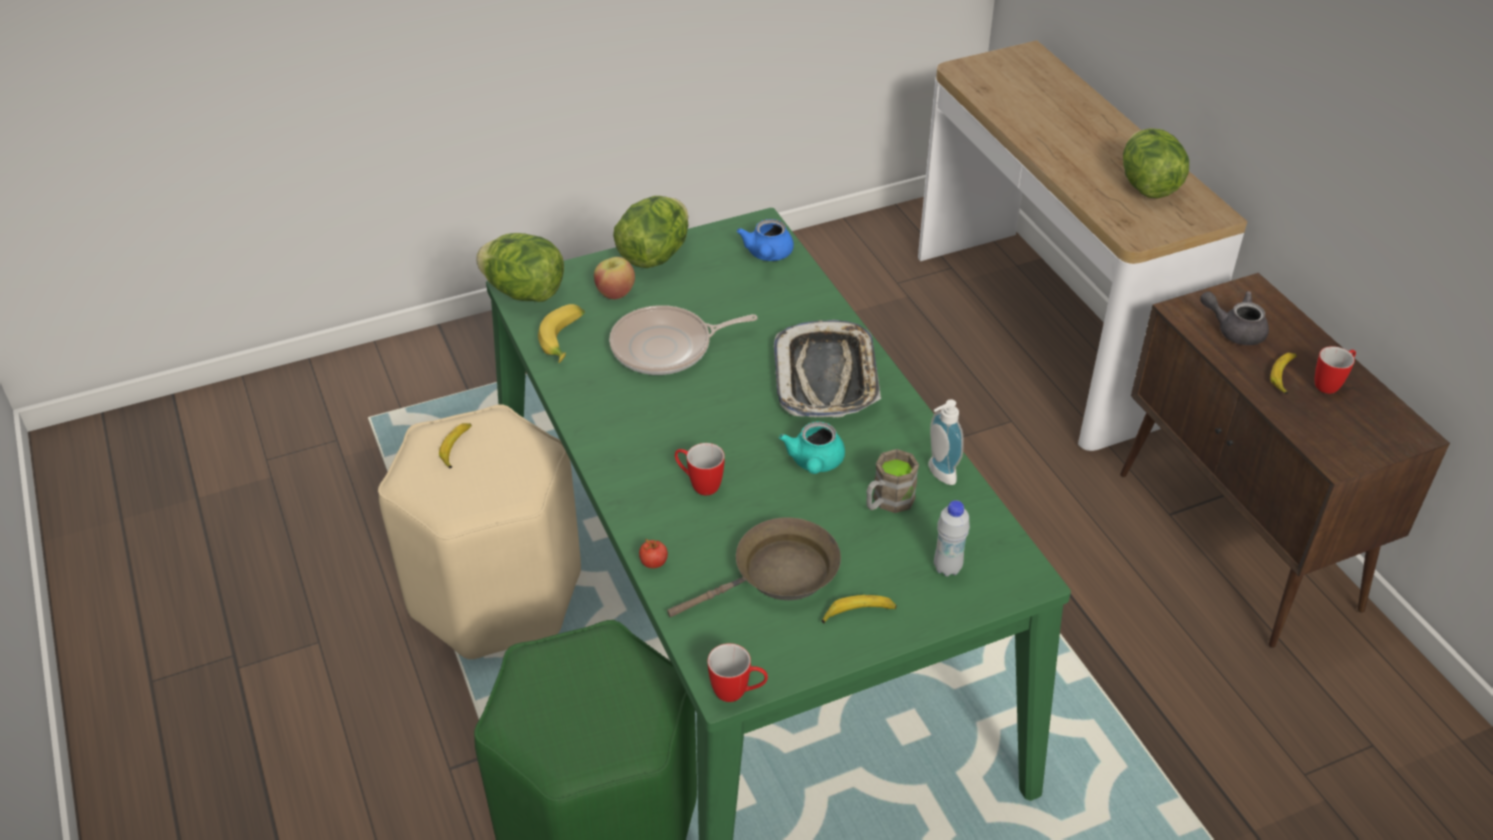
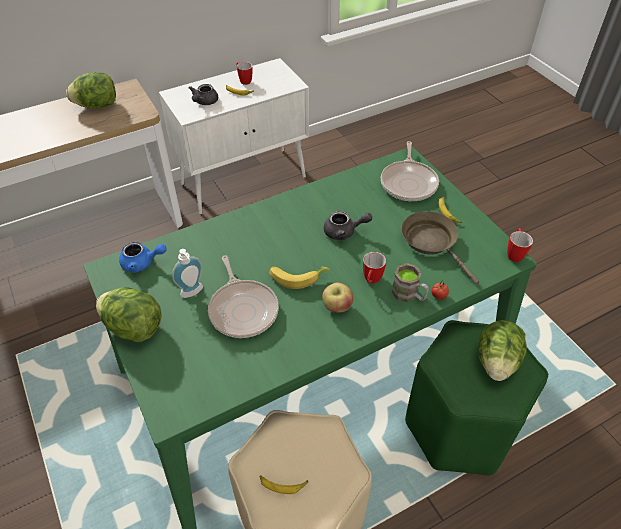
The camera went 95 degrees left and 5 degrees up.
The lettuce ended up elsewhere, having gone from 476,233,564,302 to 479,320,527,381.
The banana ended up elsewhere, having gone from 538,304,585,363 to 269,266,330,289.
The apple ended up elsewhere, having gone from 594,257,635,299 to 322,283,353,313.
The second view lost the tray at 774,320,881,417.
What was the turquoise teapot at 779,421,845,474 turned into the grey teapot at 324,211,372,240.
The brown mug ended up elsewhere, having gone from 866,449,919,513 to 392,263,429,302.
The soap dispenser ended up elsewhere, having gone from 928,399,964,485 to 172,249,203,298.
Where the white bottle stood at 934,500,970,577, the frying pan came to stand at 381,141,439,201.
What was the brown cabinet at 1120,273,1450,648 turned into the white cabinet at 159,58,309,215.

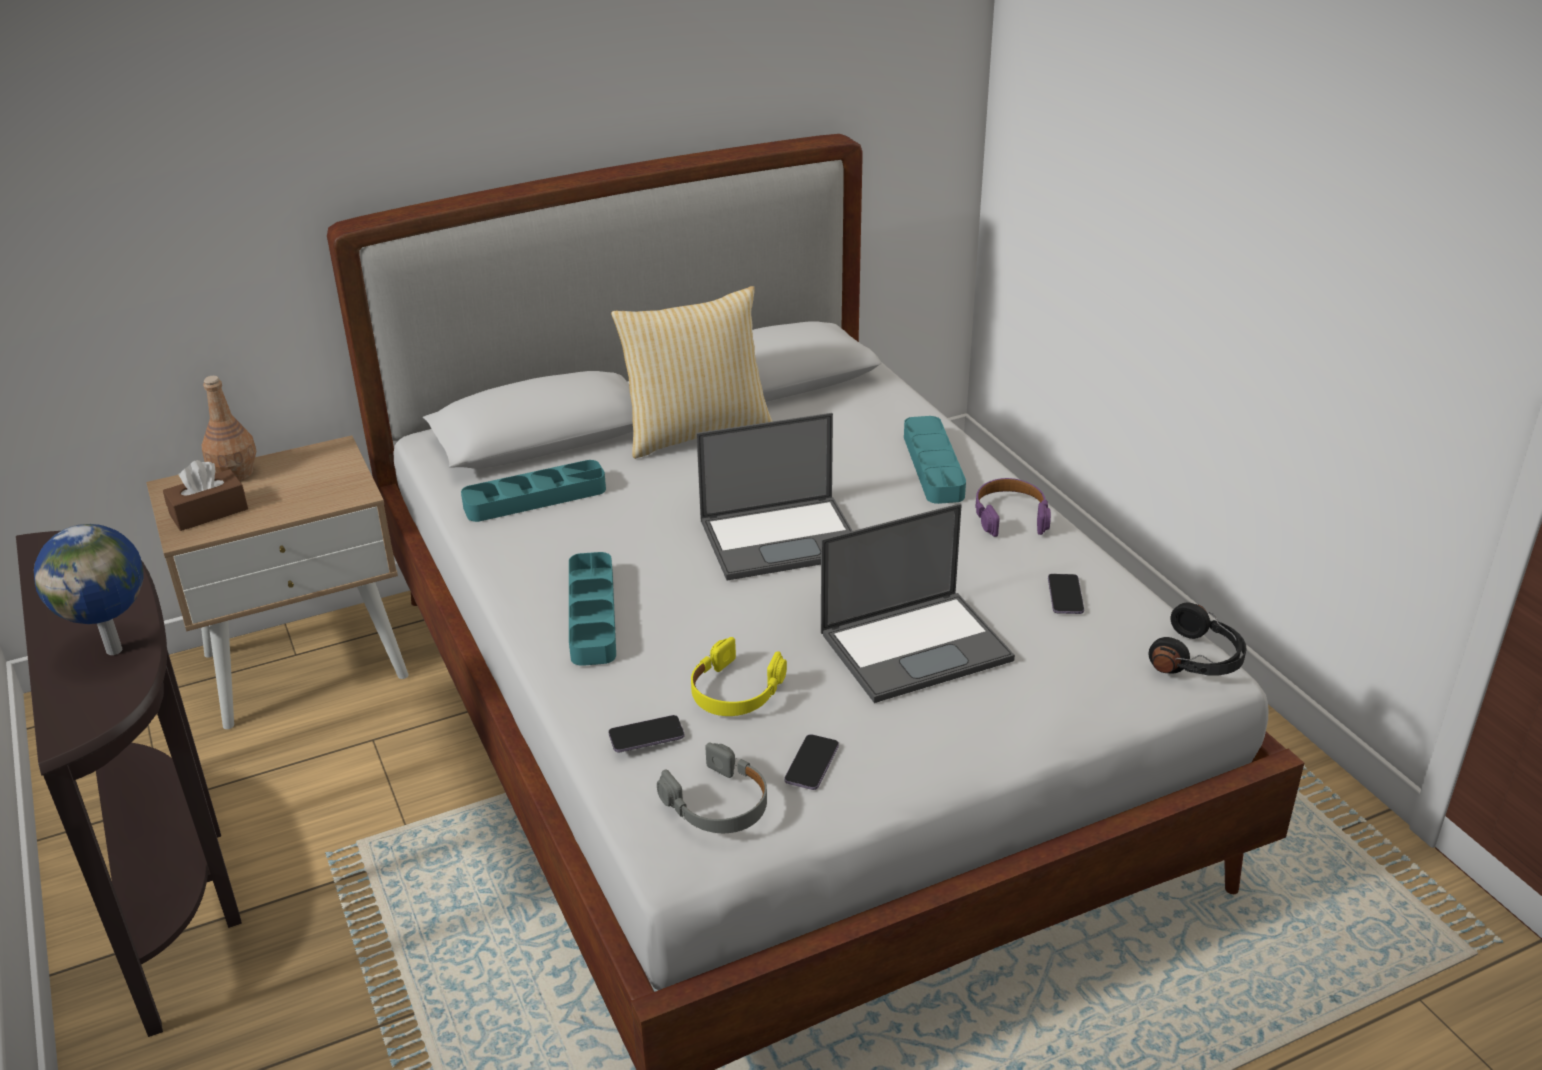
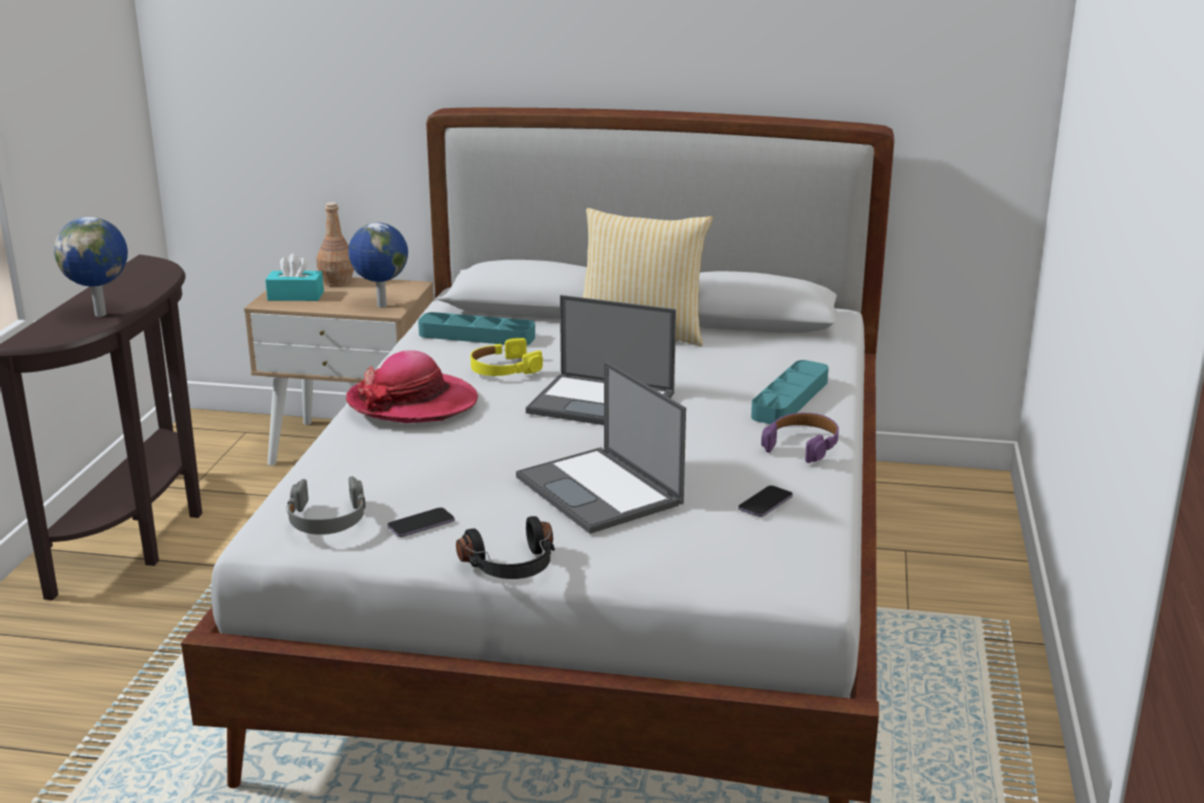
The camera went 35 degrees right and 10 degrees down.
What was the brown tissue box at 163,460,248,531 turned into the turquoise tissue box at 265,254,324,301.
Where the turquoise tray stood at 569,552,616,666, the hat came to stand at 346,350,478,423.
The second view lost the phone at 609,715,684,752.
The yellow headphones ended up elsewhere, having gone from 691,637,787,716 to 470,338,543,376.
The laptop at 821,503,1015,703 ended up facing another way, 45 degrees clockwise from before.
The black headphones ended up elsewhere, having gone from 1148,602,1247,676 to 456,516,555,579.
The second view gained the globe at 348,223,408,308.

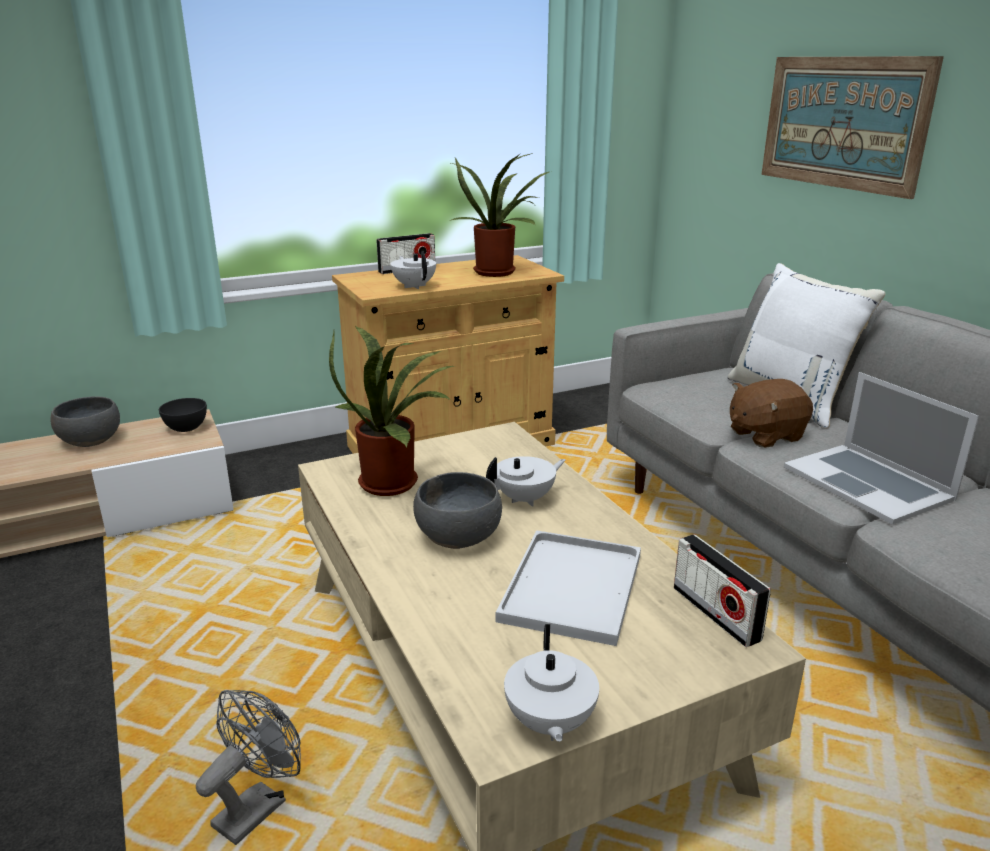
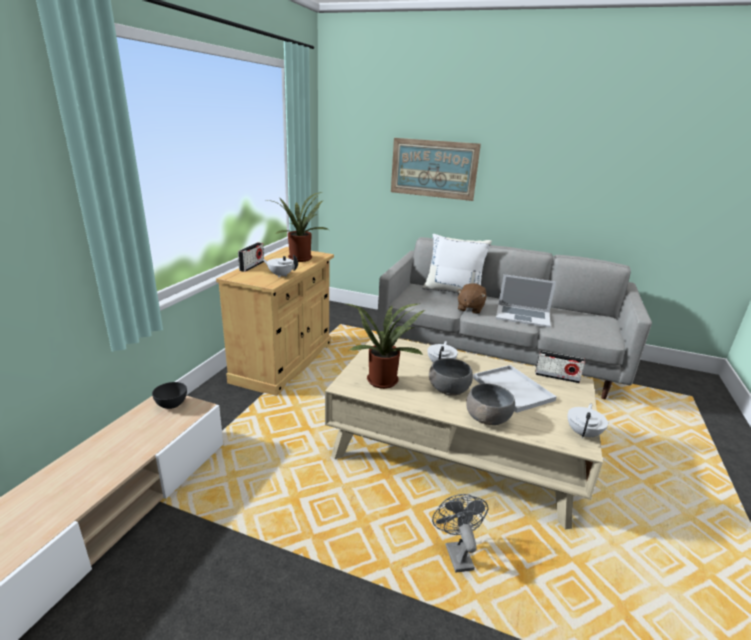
The camera went 45 degrees left and 0 degrees up.
The grey bowl ended up elsewhere, having gone from 50,396,120,447 to 466,383,515,425.
The white teapot at 504,624,599,742 ended up facing another way, 105 degrees counterclockwise from before.

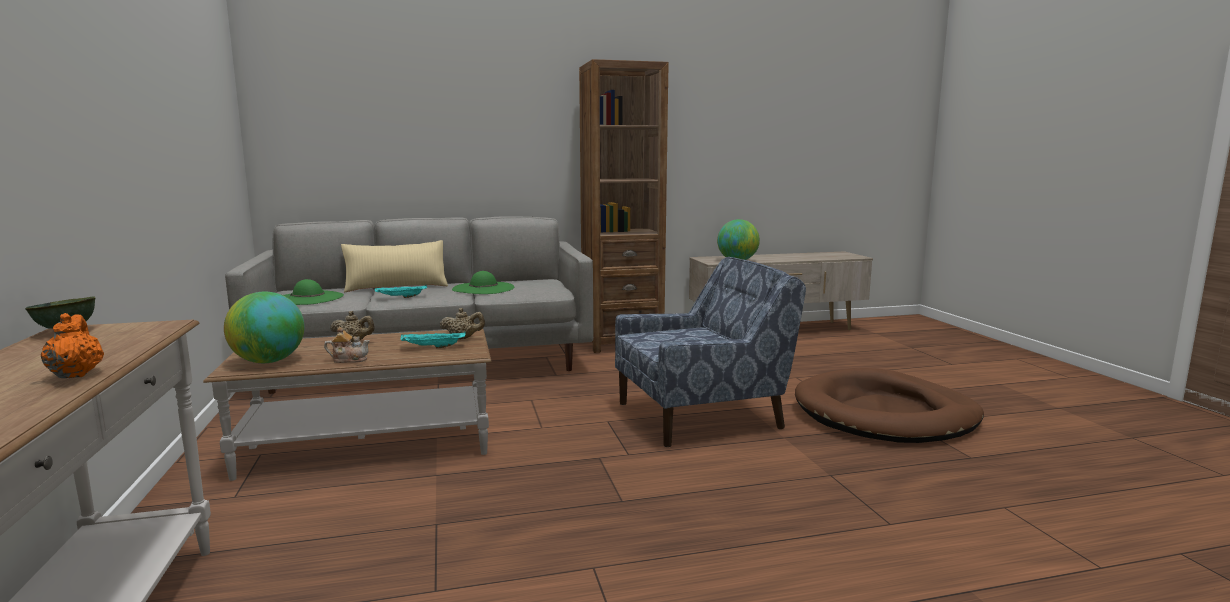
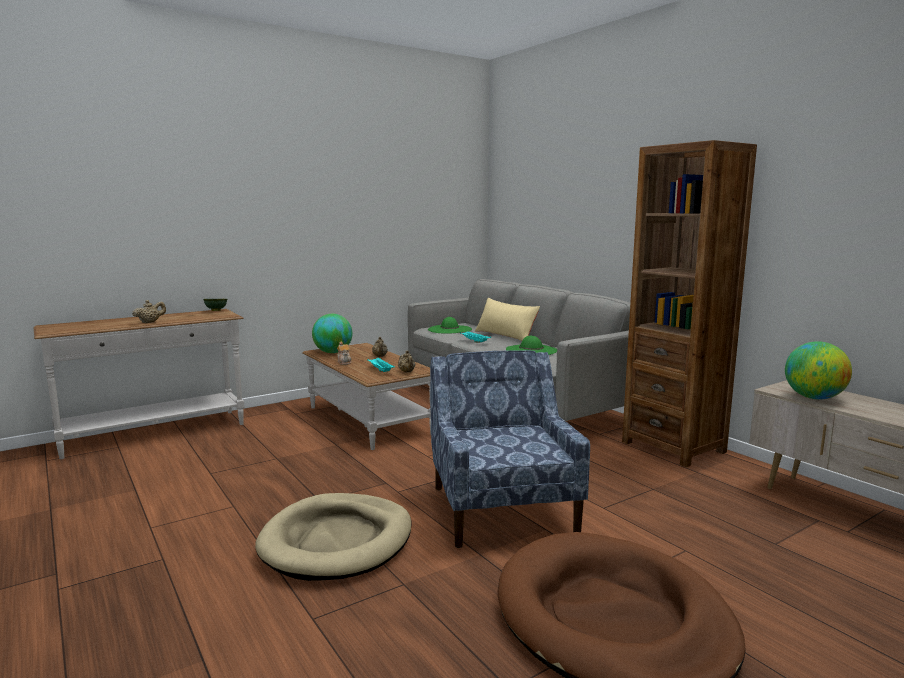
The camera went 70 degrees right and 0 degrees up.
What was the orange teapot at 41,313,104,378 turned into the beige teapot at 132,300,166,323.
The blue armchair at 615,257,806,447 ended up facing another way, 150 degrees counterclockwise from before.
The second view gained the beige dog bed at 255,493,412,581.

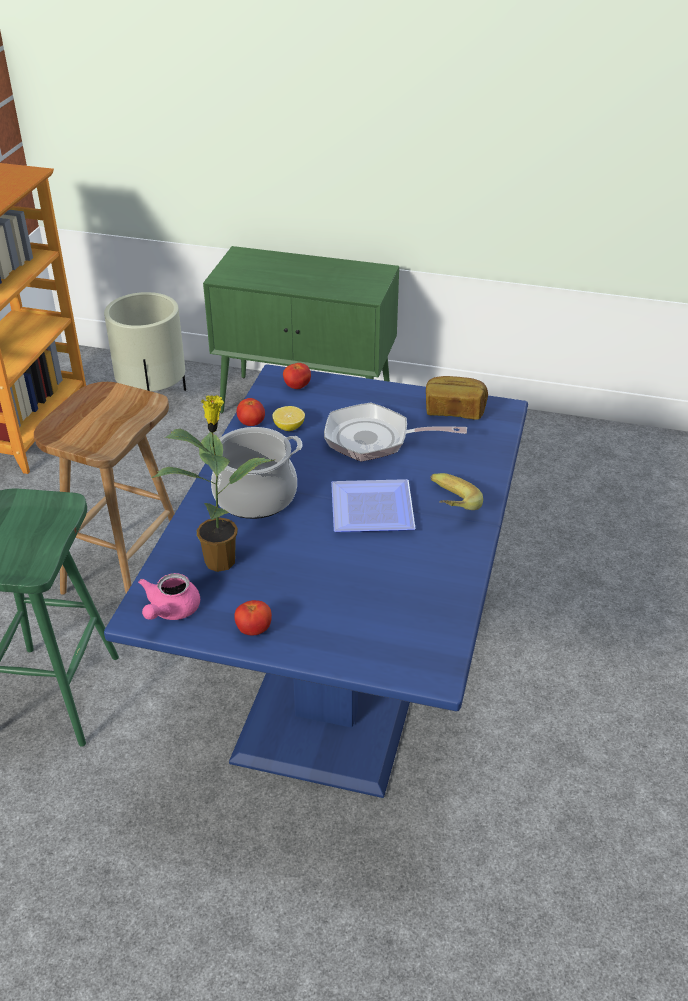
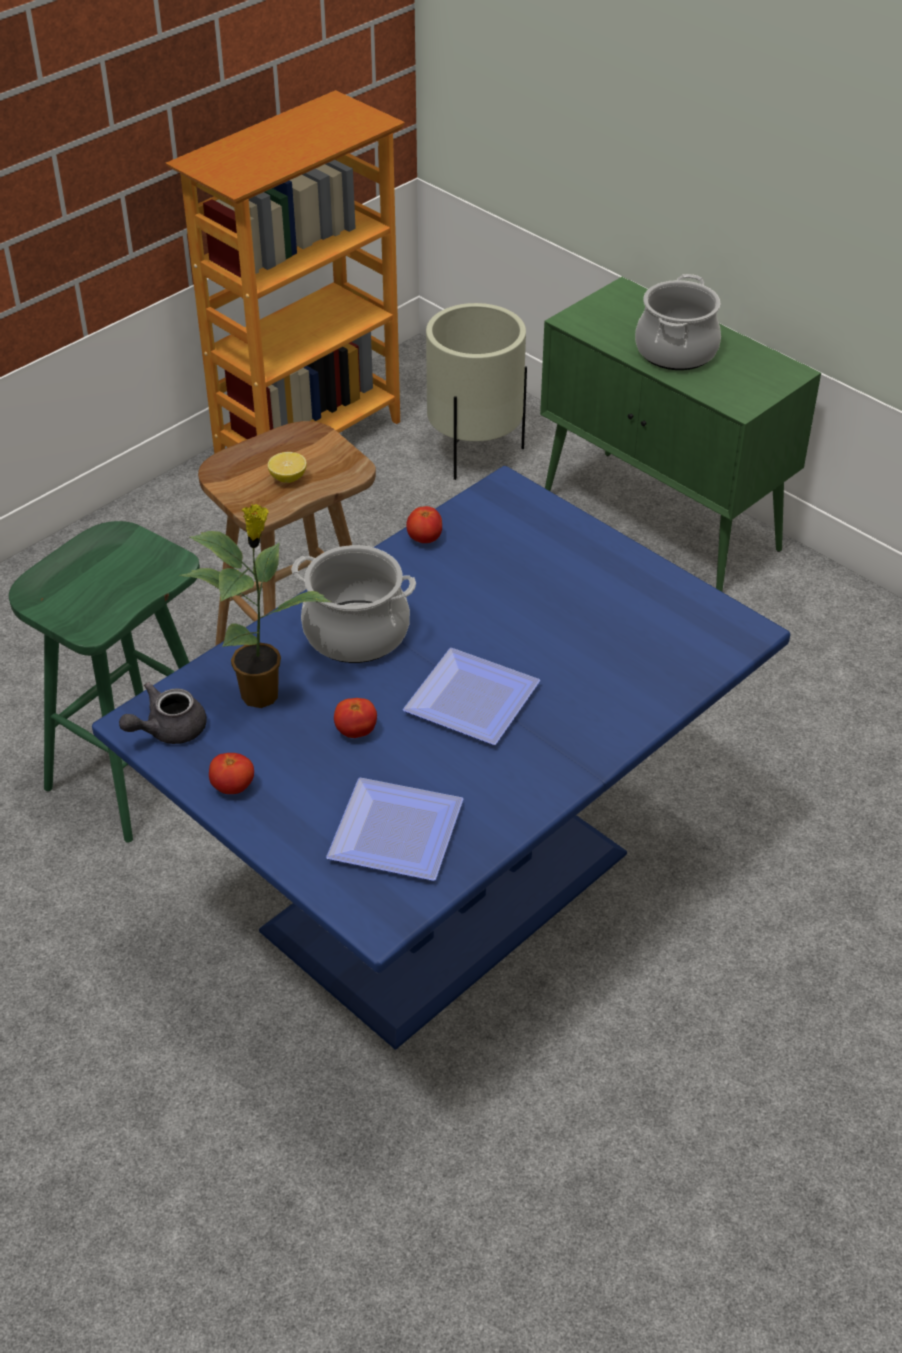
The camera went 30 degrees right and 5 degrees up.
What was the pink teapot at 138,573,200,620 turned into the grey teapot at 119,682,207,744.
The lemon ended up elsewhere, having gone from 272,406,305,431 to 268,452,307,483.
The tomato ended up elsewhere, having gone from 283,363,311,389 to 334,698,377,738.
The second view lost the frying pan at 324,403,467,461.
The second view lost the bread at 426,376,488,420.
The second view lost the banana at 430,473,483,510.
The second view gained the plate at 326,778,463,881.
The second view gained the cooking pot at 635,274,721,370.

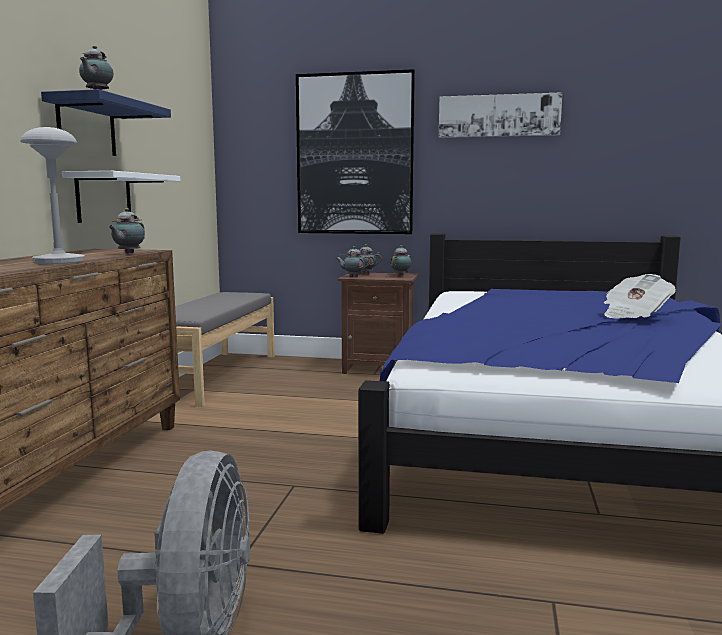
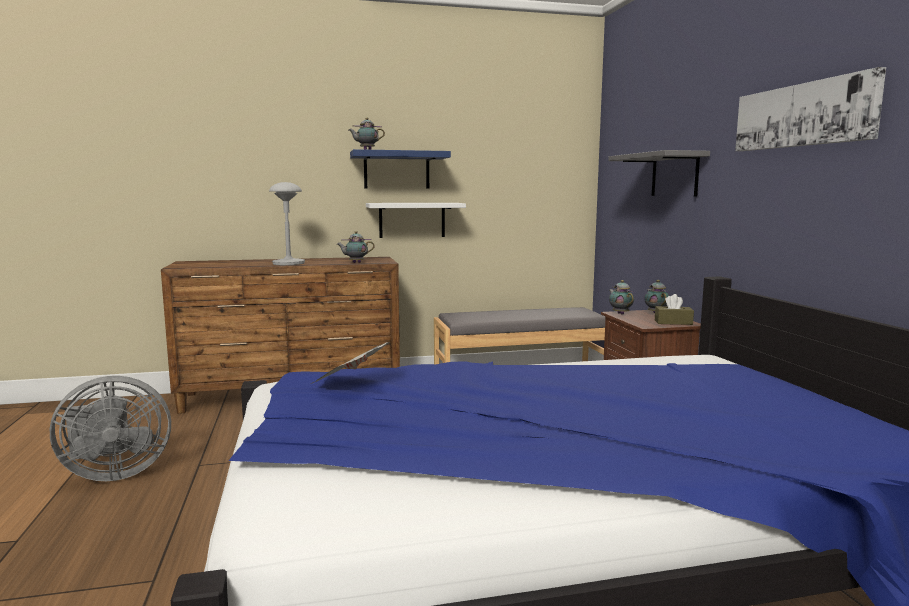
The camera went 65 degrees right and 0 degrees up.
Where the picture hung at 296,69,415,234, the grey shelf came to hang at 608,150,710,196.
Where the teapot stood at 390,245,412,276, the brown tissue box came to stand at 655,294,694,325.
The newspaper ended up elsewhere, having gone from 604,274,676,319 to 311,342,390,384.

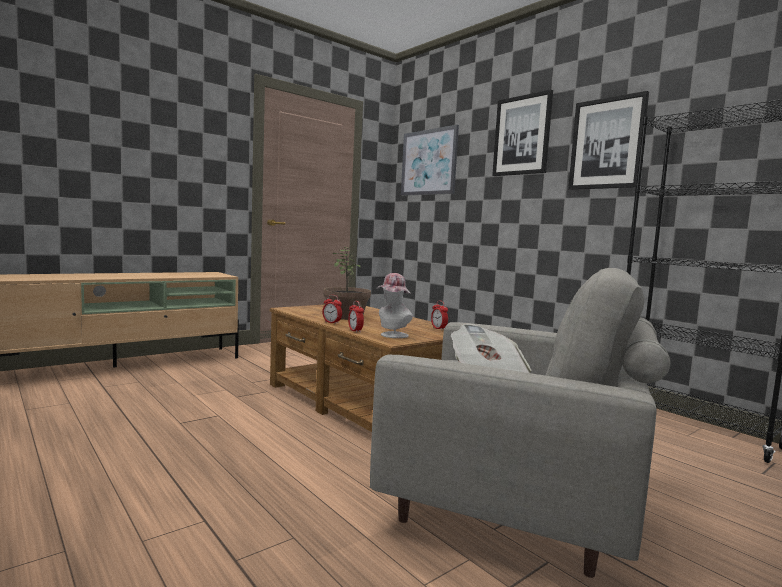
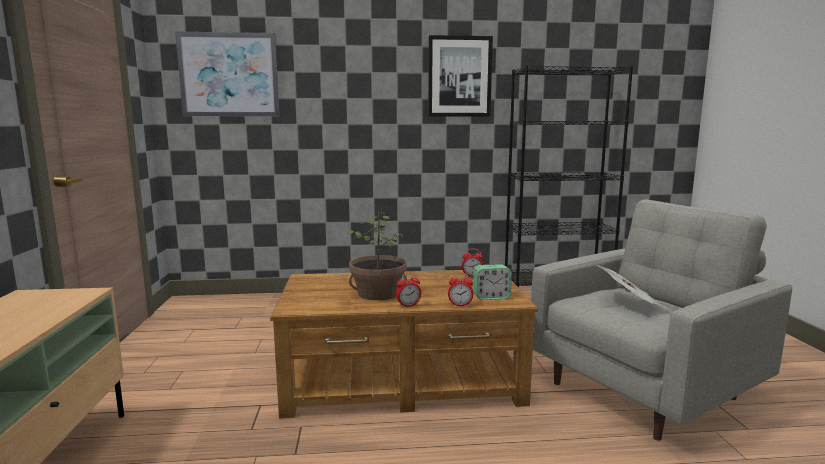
The camera went 55 degrees left and 5 degrees up.
Where the hat stood at 376,273,413,338, the alarm clock came to stand at 473,264,512,300.
The second view lost the picture at 492,90,553,176.

